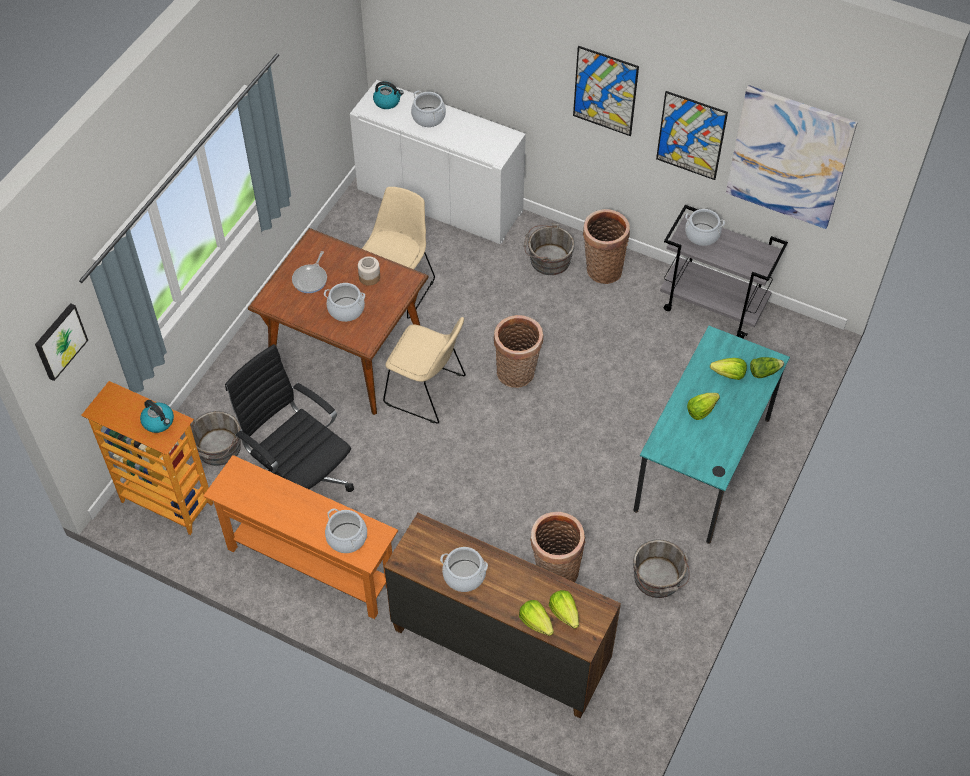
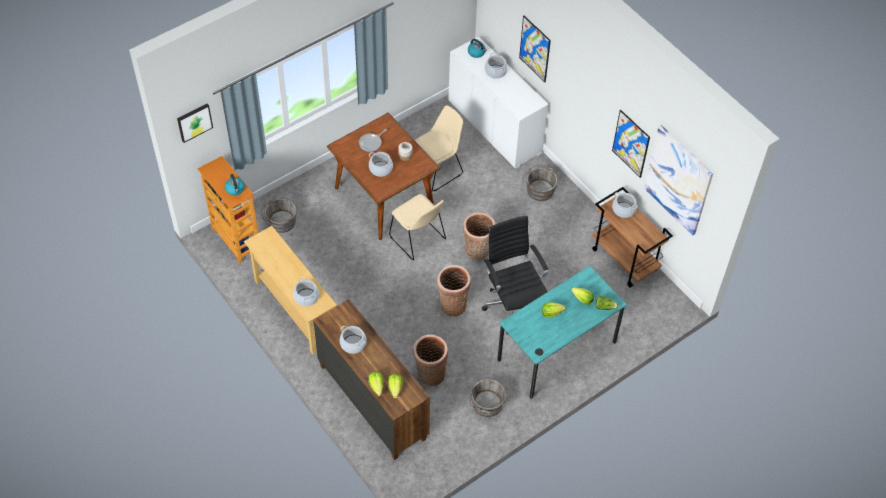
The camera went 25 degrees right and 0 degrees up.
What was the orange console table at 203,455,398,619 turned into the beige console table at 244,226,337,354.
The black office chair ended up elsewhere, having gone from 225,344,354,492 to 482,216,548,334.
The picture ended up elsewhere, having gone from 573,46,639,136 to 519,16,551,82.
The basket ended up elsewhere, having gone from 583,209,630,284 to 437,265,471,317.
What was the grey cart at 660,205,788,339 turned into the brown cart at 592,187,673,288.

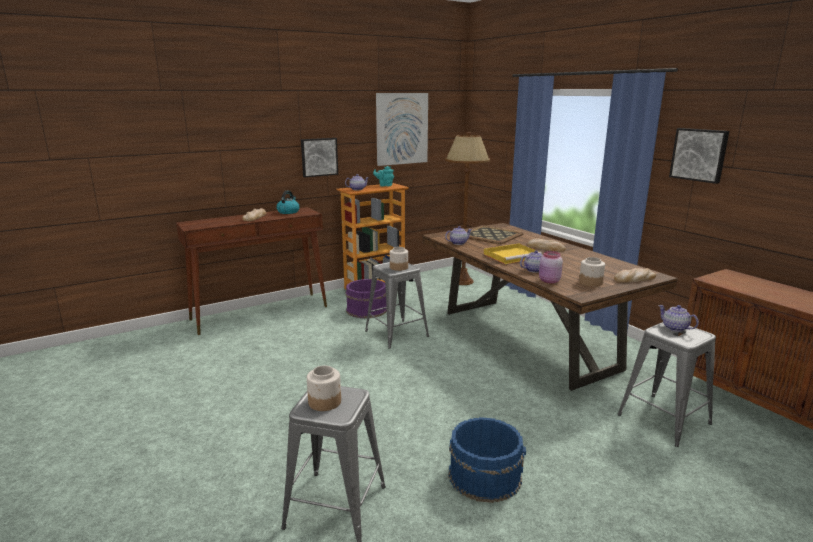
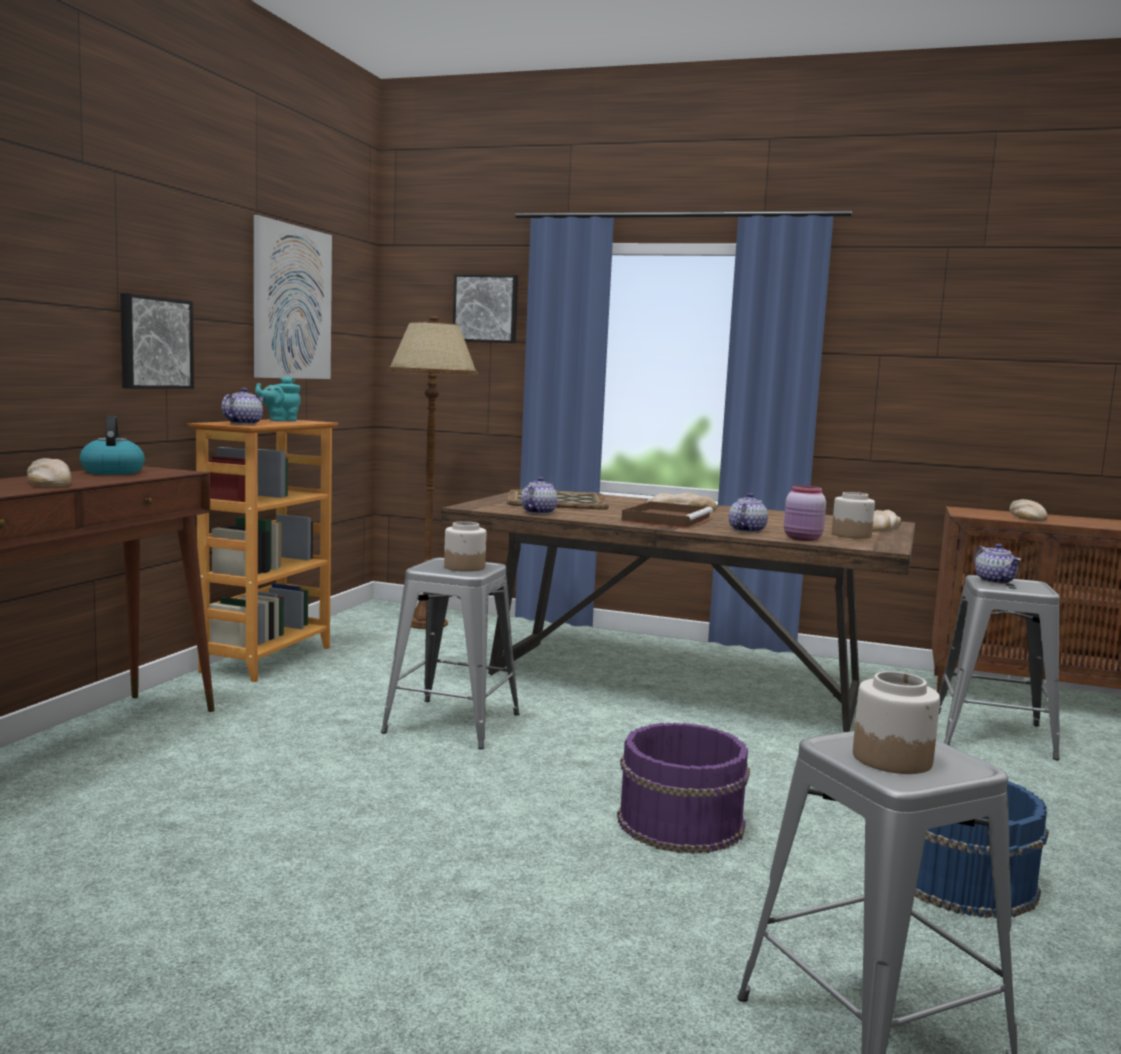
The camera went 40 degrees left and 10 degrees down.
The purple bucket ended up elsewhere, having gone from 346,279,387,318 to 617,723,750,854.
What was the yellow tray at 484,243,542,264 turned into the brown tray at 621,501,713,529.
The teapot at 658,305,699,332 ended up facing another way, 120 degrees counterclockwise from before.
The picture ended up elsewhere, having gone from 669,128,729,184 to 453,274,518,343.
The second view gained the bread at 1010,499,1047,521.

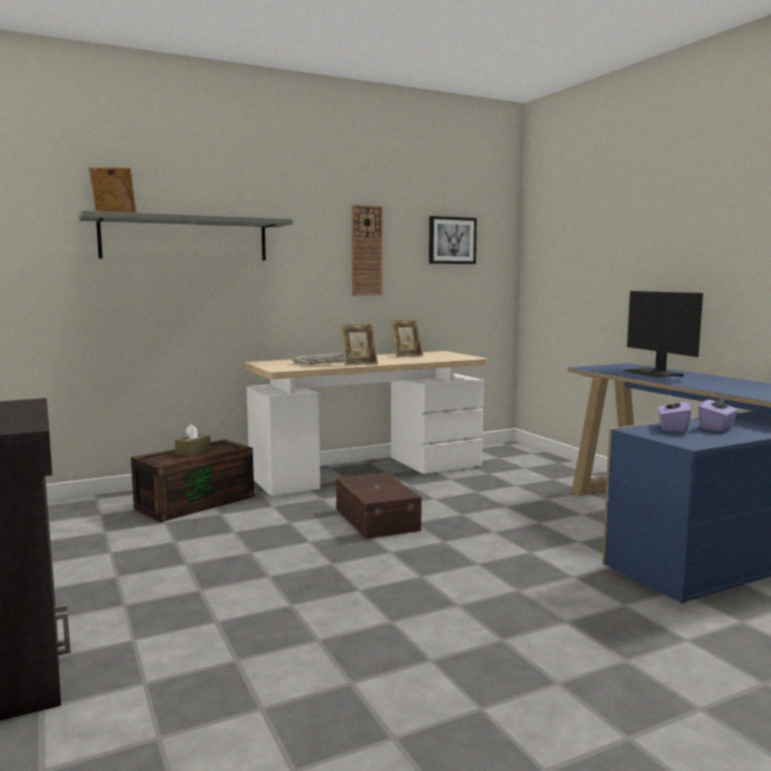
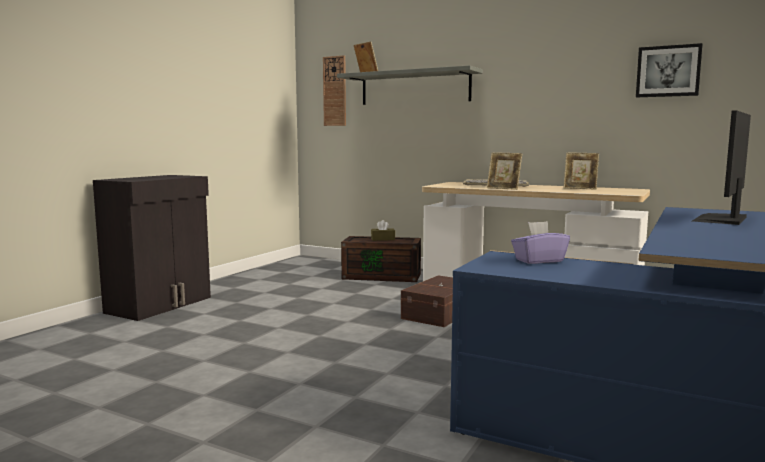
The camera went 55 degrees right and 0 degrees up.
The wall clock ended up elsewhere, having gone from 351,205,383,296 to 323,55,346,126.
The second view lost the purple tissue box at 698,394,738,432.

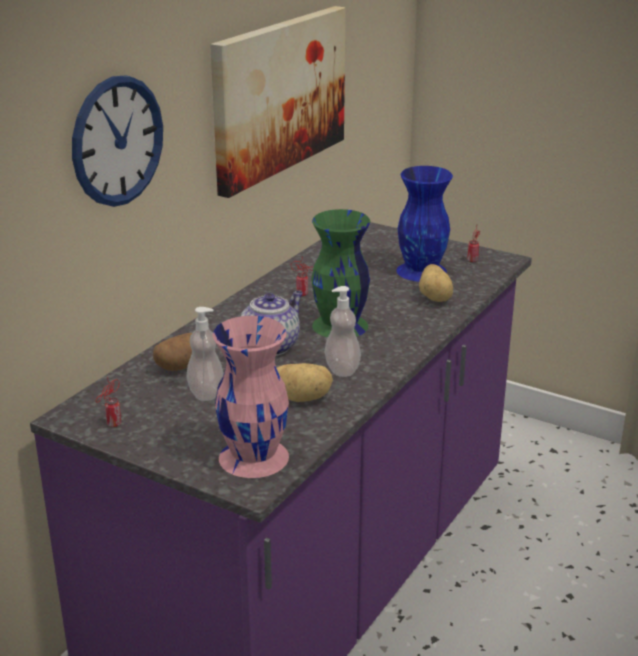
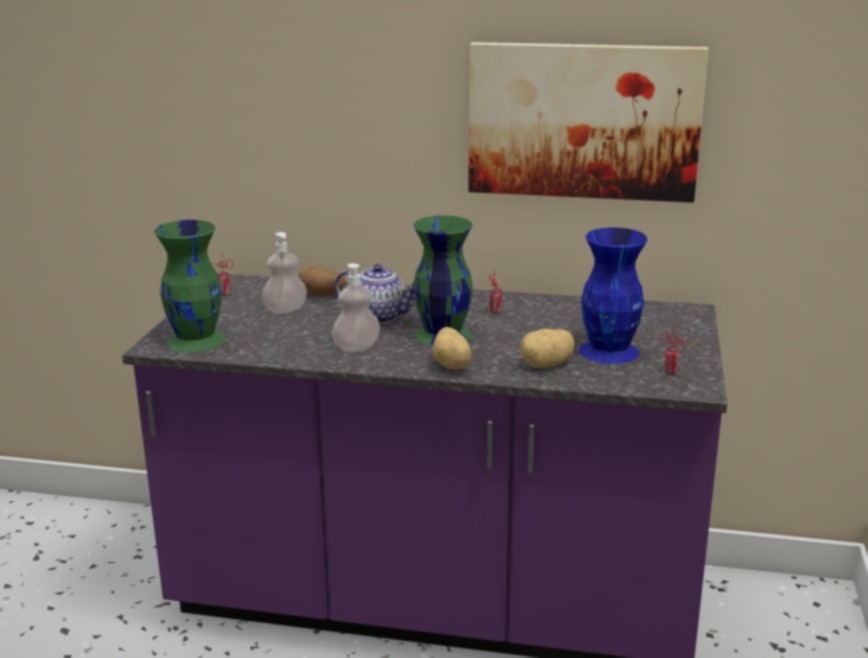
The camera went 70 degrees right and 5 degrees down.
The second view lost the wall clock at 72,75,163,207.
What was the pink vase at 213,316,289,478 turned into the green vase at 154,220,225,352.
The potato ended up elsewhere, having gone from 277,363,333,402 to 432,327,472,370.

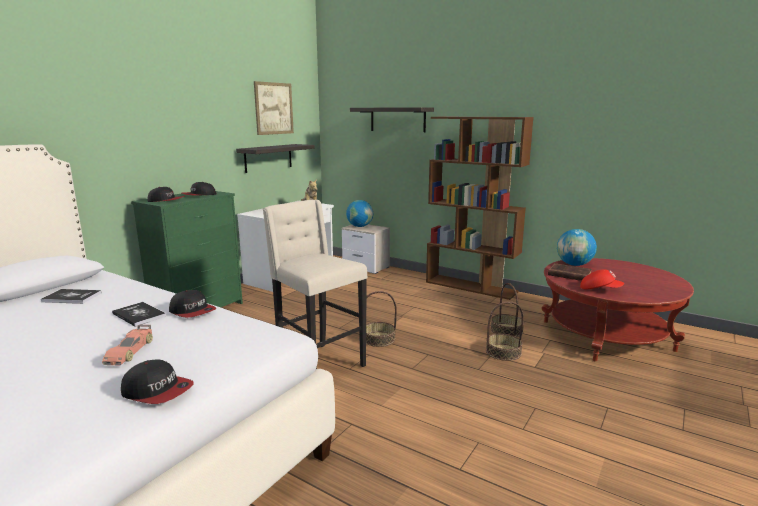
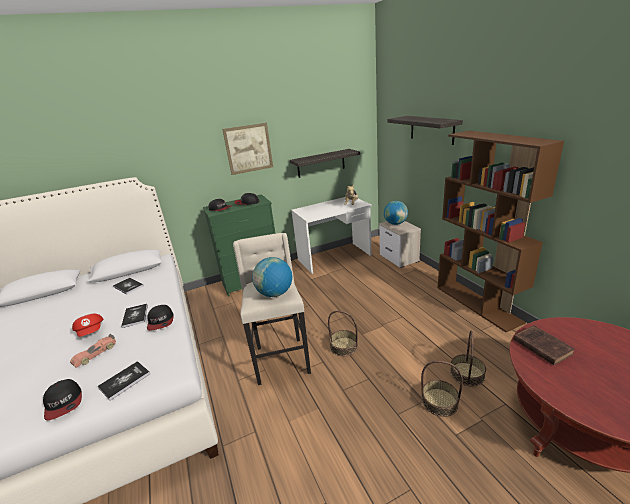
The camera went 35 degrees right and 10 degrees up.
The picture ended up elsewhere, having gone from 254,81,294,135 to 222,123,273,175.
The globe ended up elsewhere, having gone from 557,229,597,266 to 252,257,292,297.
The red cap ended up elsewhere, having gone from 580,269,624,289 to 72,314,103,337.
The second view gained the book at 98,361,150,401.

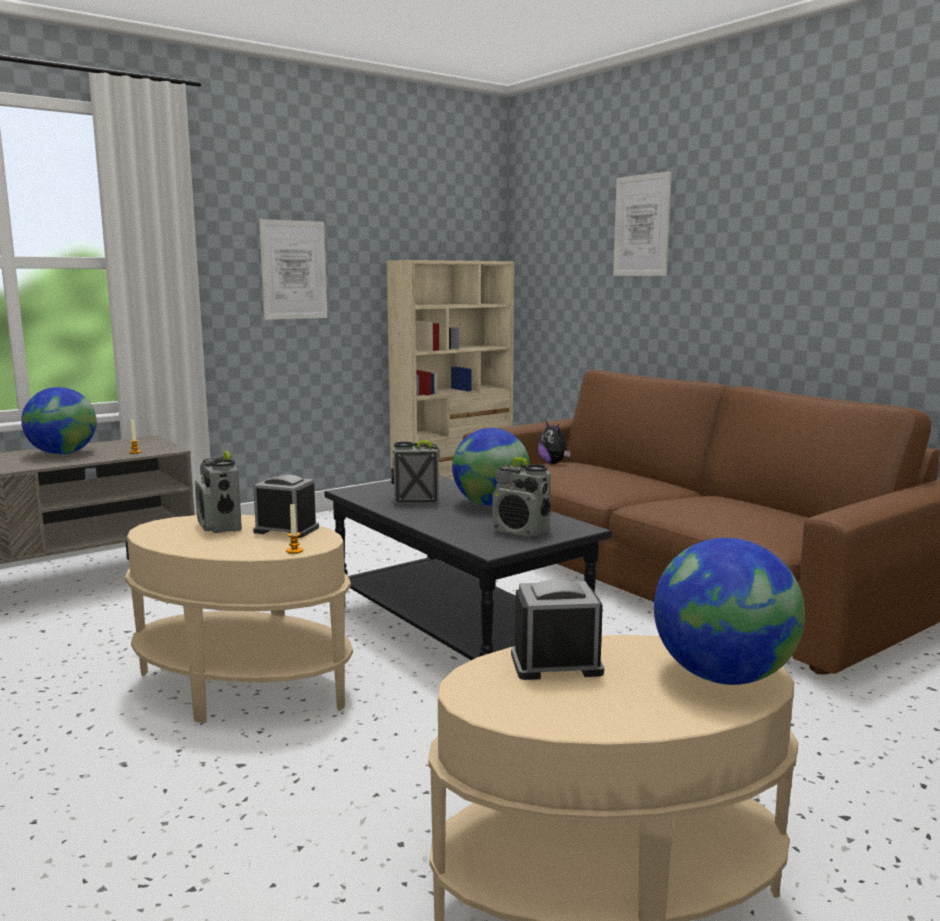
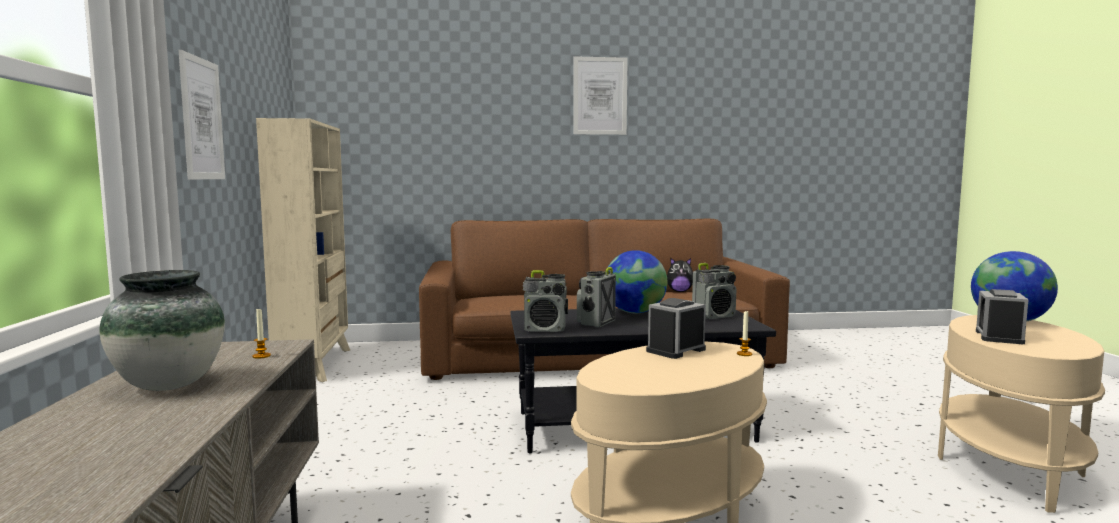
The camera went 60 degrees left and 5 degrees down.
Where the globe stood at 21,387,97,455, the vase came to stand at 100,270,225,391.
The radio ended up elsewhere, having gone from 195,451,242,533 to 523,270,568,332.
The plush toy ended up elsewhere, having gone from 538,422,571,464 to 667,258,693,292.
The picture ended up elsewhere, having gone from 613,171,672,276 to 573,56,628,135.

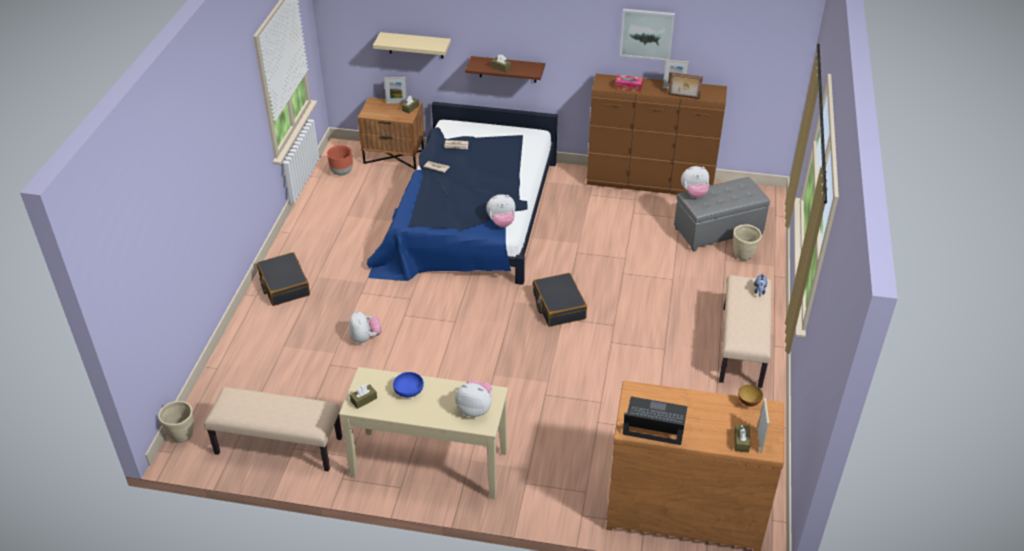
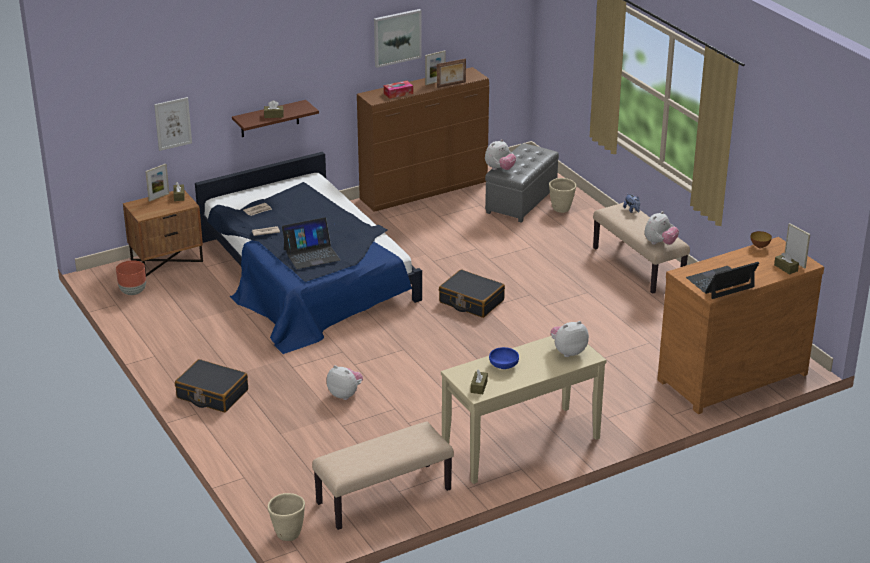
The camera went 40 degrees left and 10 degrees down.
Where the beige shelf hung at 373,32,451,58, the picture came to hang at 154,97,192,151.
The plush toy ended up elsewhere, having gone from 486,194,516,228 to 644,211,679,245.
The second view gained the laptop at 282,218,340,269.

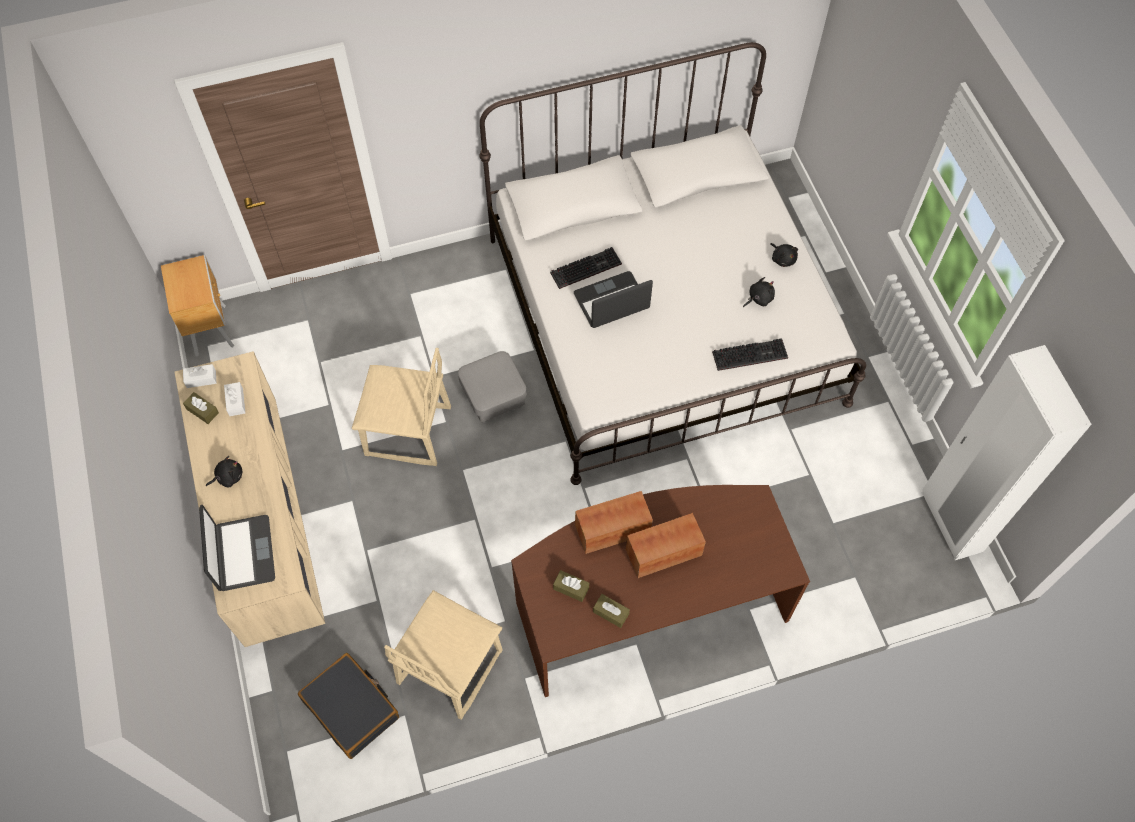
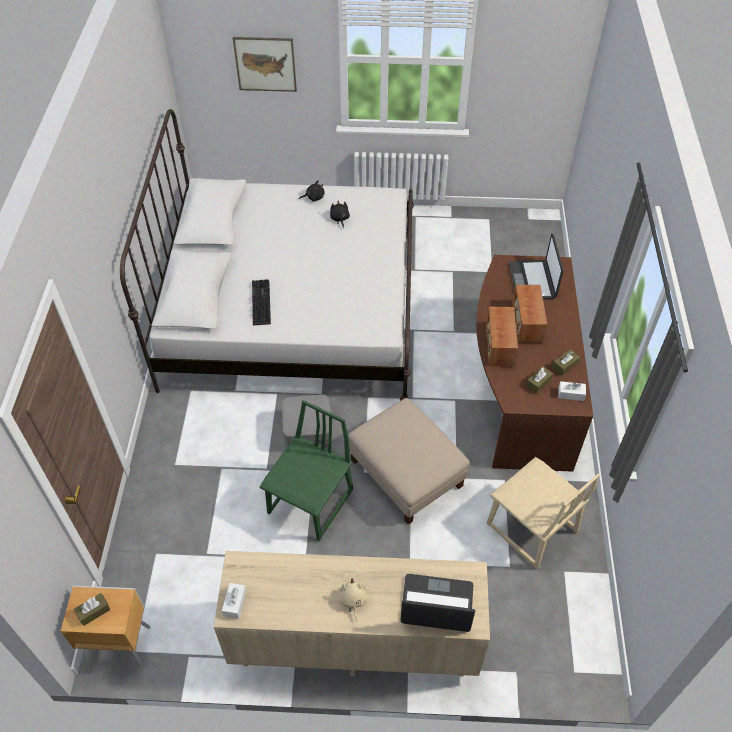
The camera went 70 degrees left and 10 degrees down.
The brown tissue box ended up elsewhere, having gone from 183,392,219,424 to 74,593,110,626.
What was the black plush toy at 206,456,242,488 turned into the beige plush toy at 339,578,368,622.
The white tissue box ended up elsewhere, having gone from 224,382,245,416 to 558,381,586,401.
The second view lost the black suitcase at 298,653,399,759.
What was the beige chair at 352,348,451,466 turned into the green chair at 260,400,353,541.
The laptop ended up elsewhere, having gone from 574,271,653,328 to 509,234,564,299.
The second view lost the keyboard at 712,338,788,371.
The second view lost the white wardrobe at 922,345,1092,560.
The second view gained the picture at 233,37,297,92.
The second view gained the beige ottoman at 348,398,470,524.

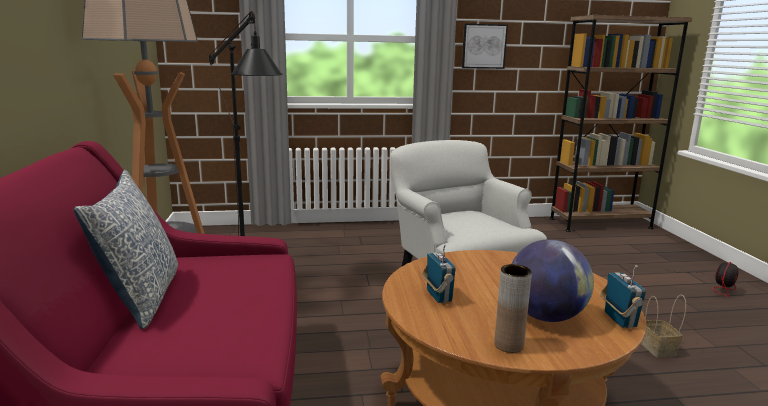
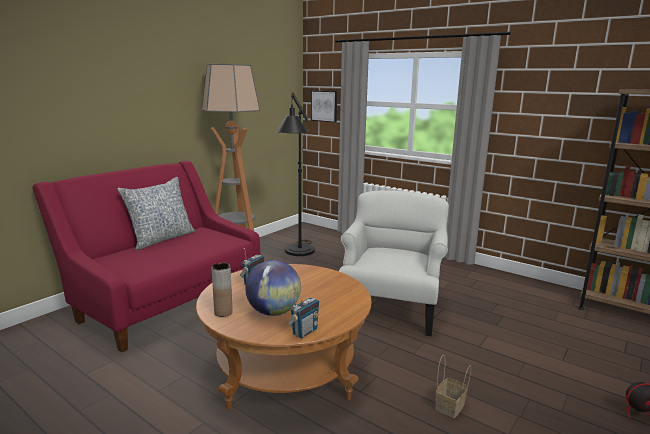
The camera went 45 degrees right and 0 degrees up.
The picture ended up elsewhere, having gone from 462,24,508,69 to 311,91,337,123.

